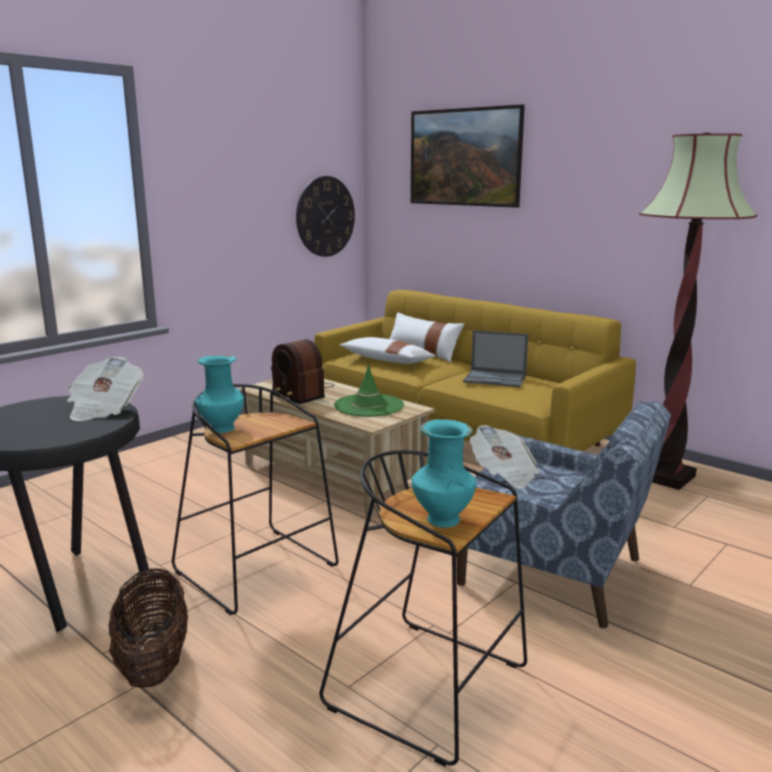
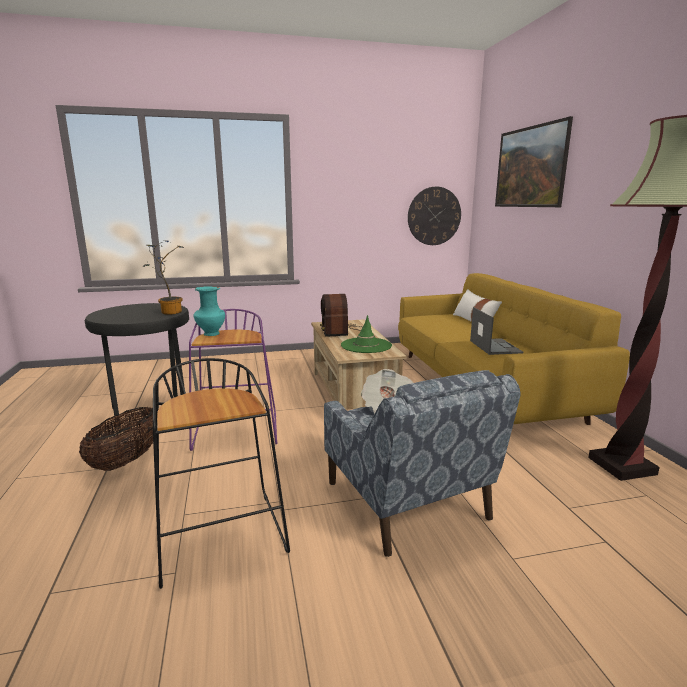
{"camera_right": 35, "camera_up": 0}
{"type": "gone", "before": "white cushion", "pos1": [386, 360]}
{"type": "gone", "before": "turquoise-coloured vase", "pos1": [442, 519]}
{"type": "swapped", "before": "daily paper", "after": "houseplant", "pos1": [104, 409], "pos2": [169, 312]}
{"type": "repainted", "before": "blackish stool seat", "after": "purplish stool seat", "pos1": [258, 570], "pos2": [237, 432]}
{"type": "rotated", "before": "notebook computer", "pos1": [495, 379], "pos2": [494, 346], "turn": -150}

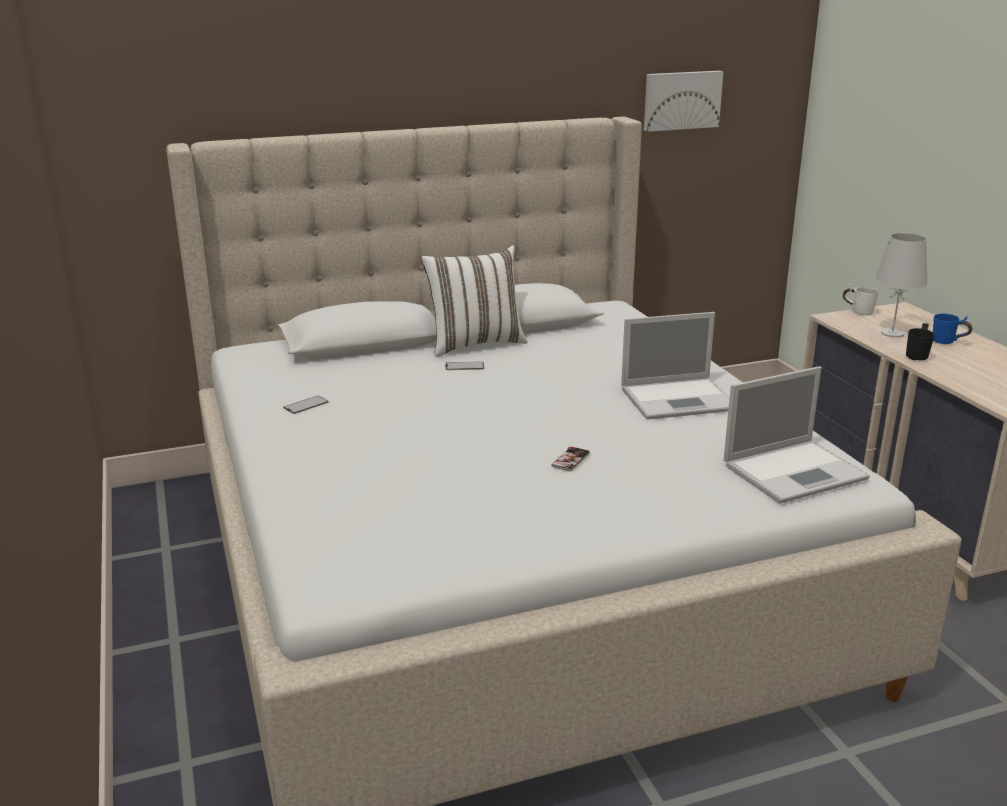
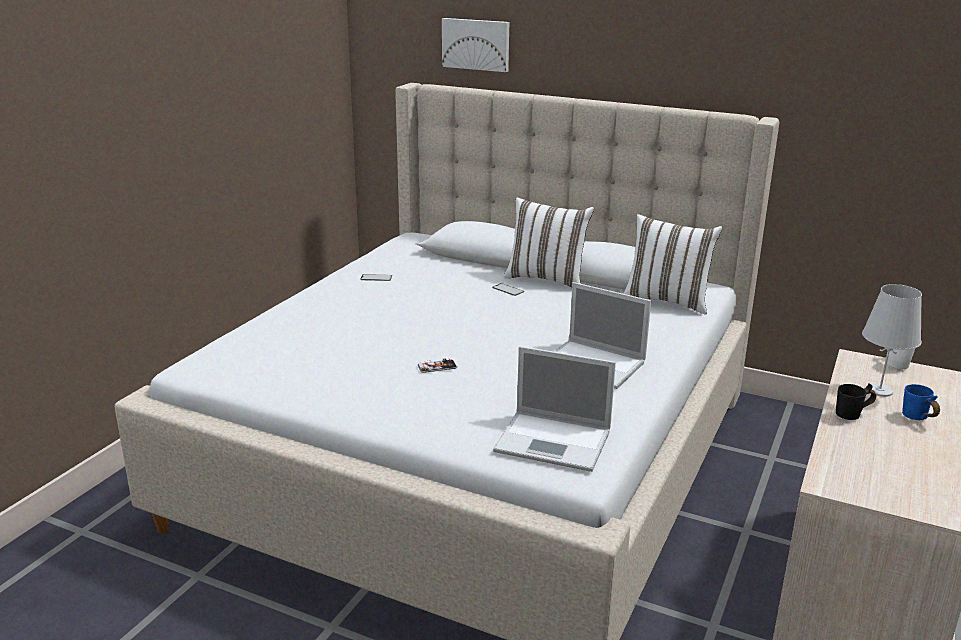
{"camera_right": 45, "camera_up": 0}
{"type": "new", "after": "white cushion", "pos2": [667, 301]}
{"type": "shifted", "before": "wall art", "pos1": [681, 100], "pos2": [476, 44]}

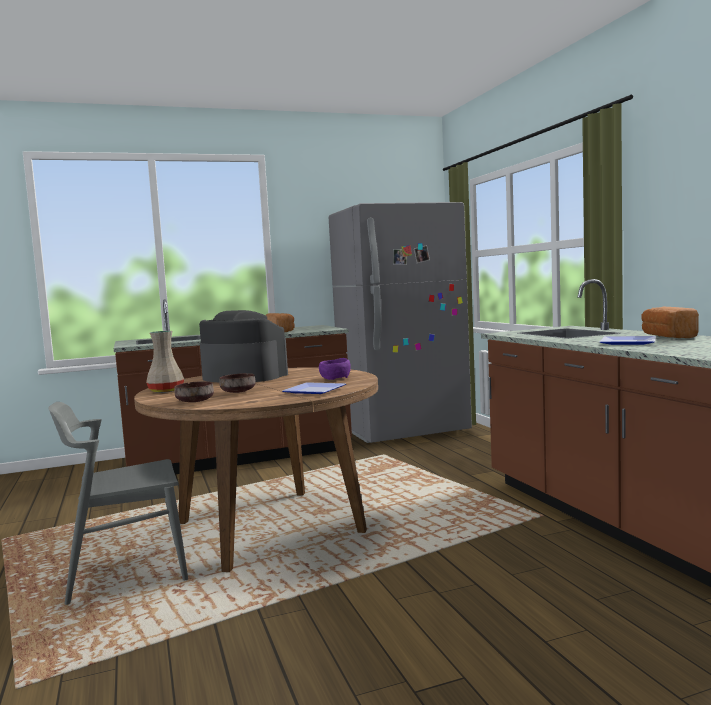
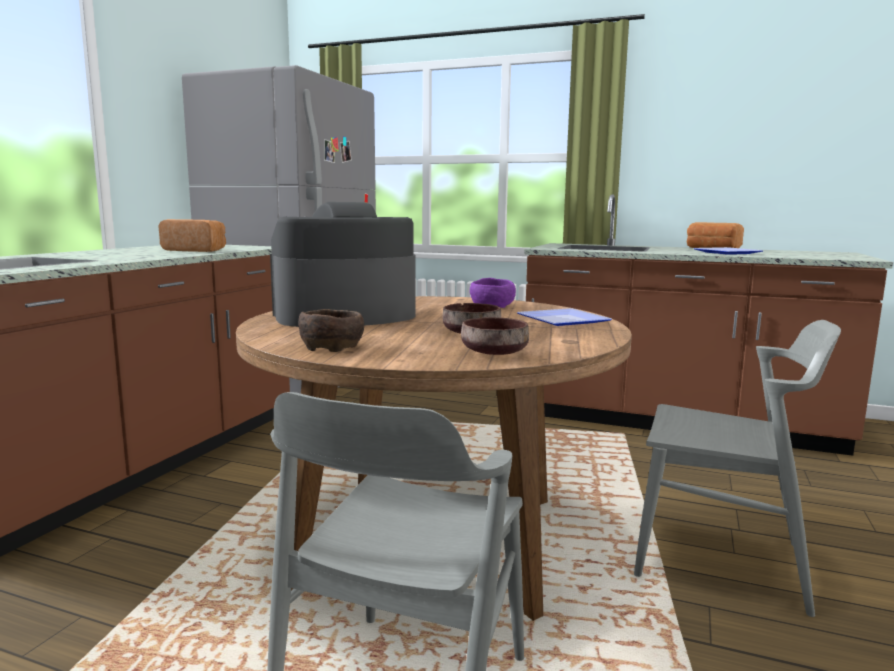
{"camera_right": -50, "camera_up": 5}
{"type": "new", "after": "greyish plain chair", "pos2": [720, 560]}
{"type": "swapped", "before": "beige vase", "after": "brownish deep dish", "pos1": [166, 390], "pos2": [331, 347]}

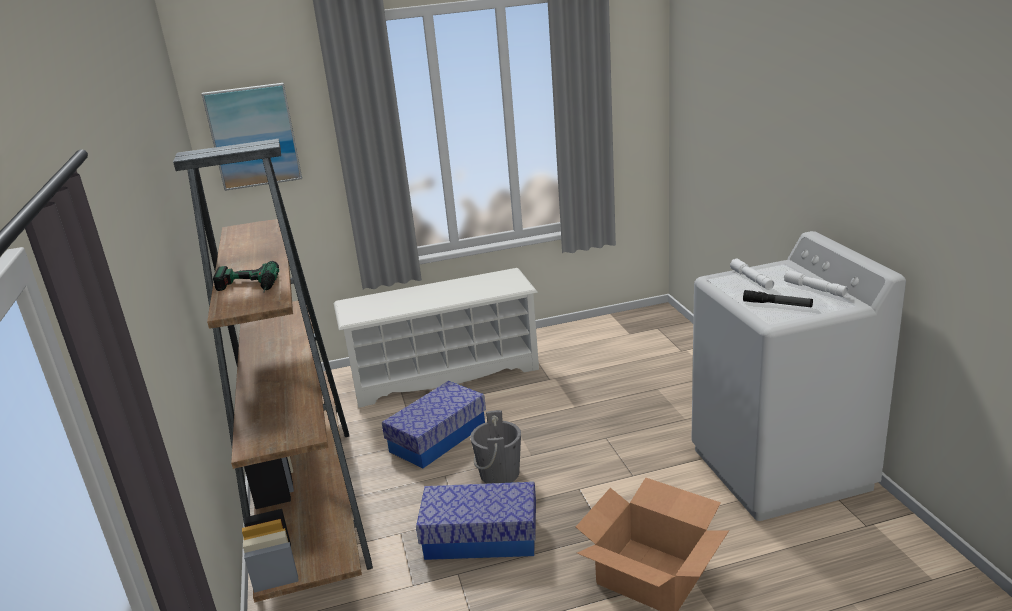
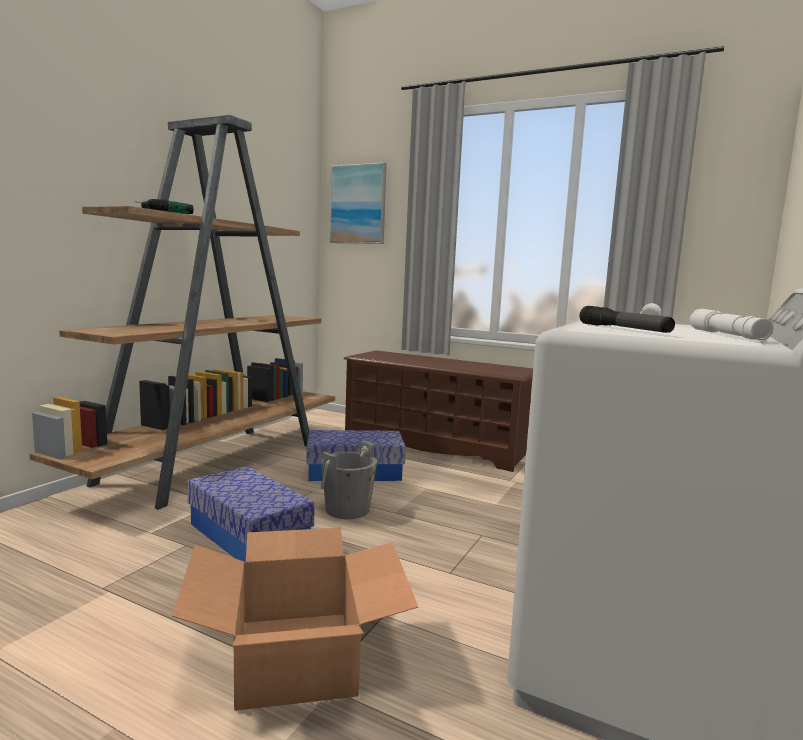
{"camera_right": 40, "camera_up": -15}
{"type": "repainted", "before": "white shoe rack", "after": "brownish shoe rack", "pos1": [445, 373], "pos2": [435, 446]}

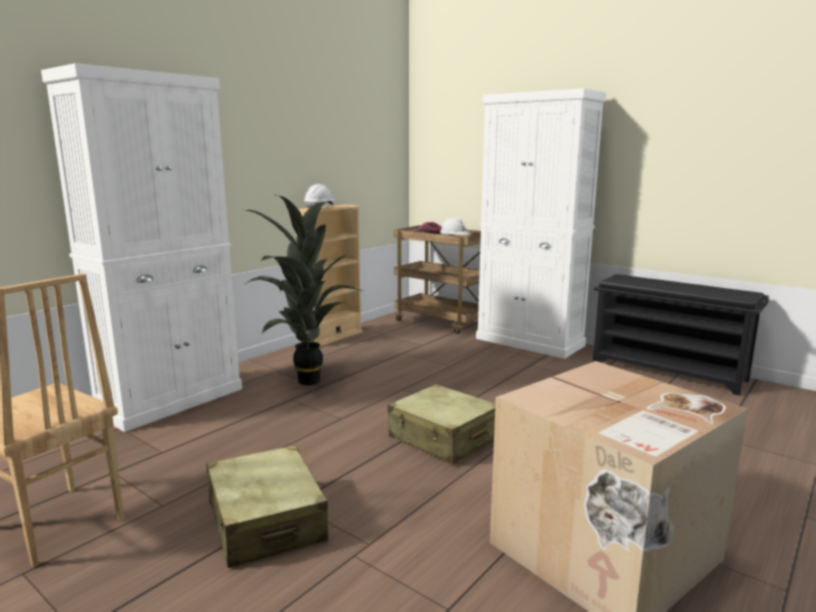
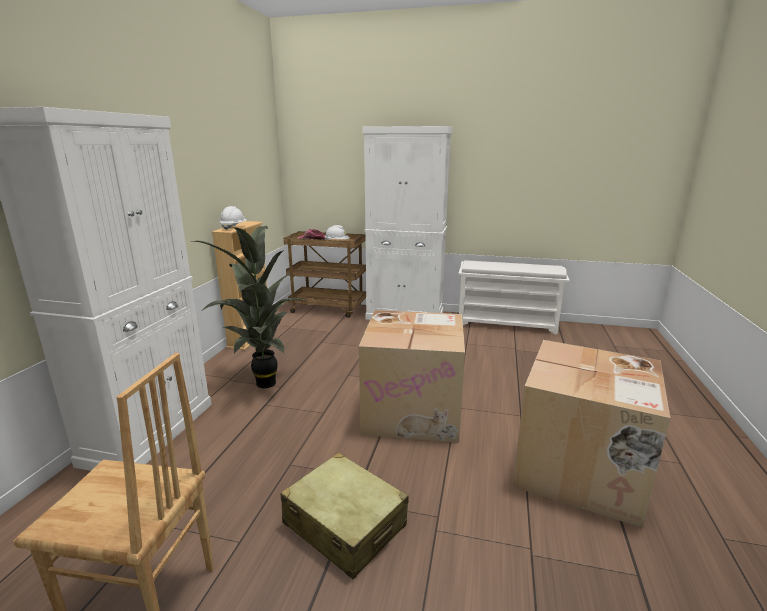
{"camera_right": -25, "camera_up": 5}
{"type": "swapped", "before": "beige suitcase", "after": "packing box", "pos1": [444, 438], "pos2": [414, 410]}
{"type": "repainted", "before": "blackish shoe rack", "after": "white shoe rack", "pos1": [669, 371], "pos2": [507, 323]}

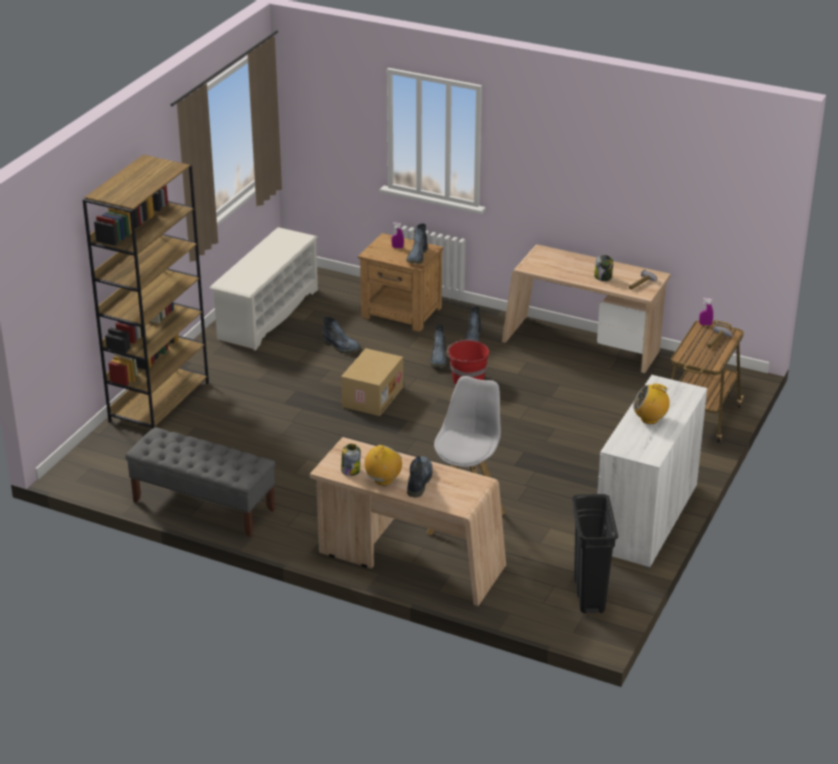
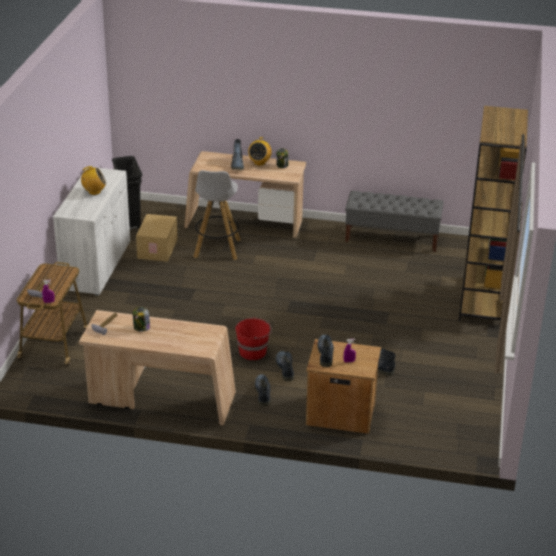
{"camera_right": 165, "camera_up": 0}
{"type": "gone", "before": "white shoe rack", "pos1": [268, 314]}
{"type": "shifted", "before": "packing box", "pos1": [372, 396], "pos2": [158, 249]}

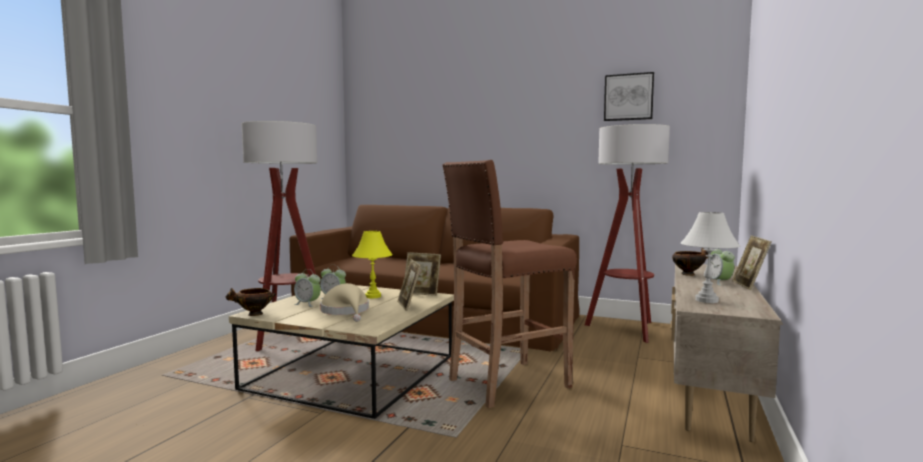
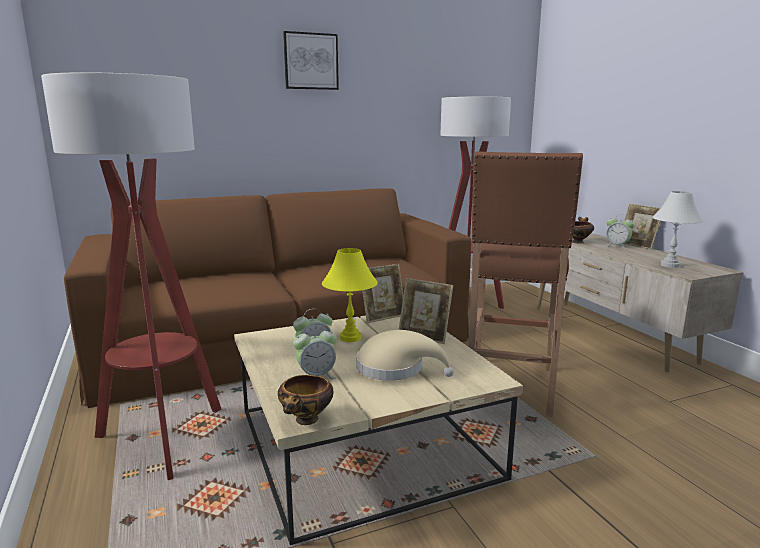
{"camera_right": -45, "camera_up": 10}
{"type": "shifted", "before": "wall art", "pos1": [628, 97], "pos2": [311, 61]}

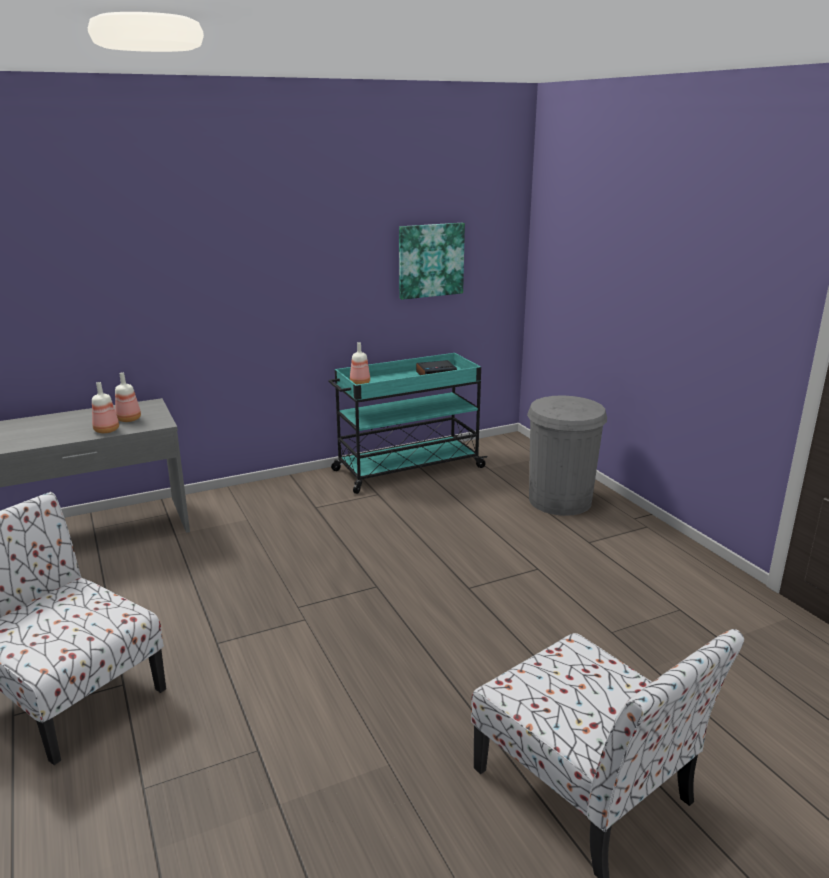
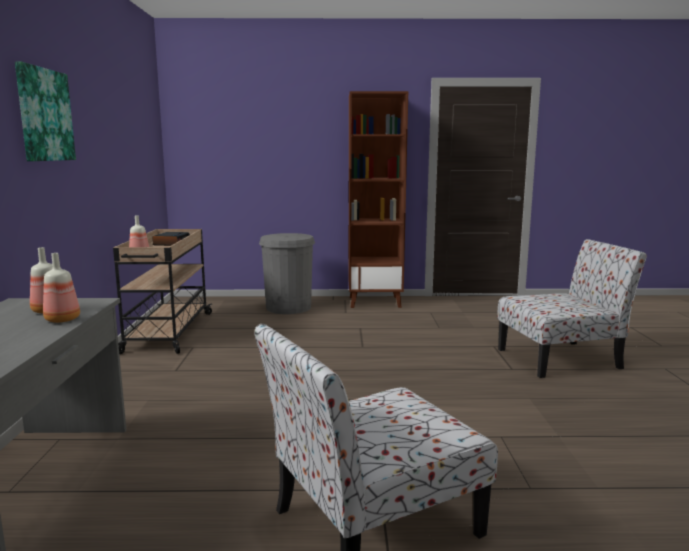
{"camera_right": -65, "camera_up": -10}
{"type": "new", "after": "brownish bookcase", "pos2": [375, 302]}
{"type": "shifted", "before": "wall art", "pos1": [430, 260], "pos2": [44, 115]}
{"type": "repainted", "before": "turquoise-coloured cart", "after": "beige cart", "pos1": [406, 469], "pos2": [168, 332]}

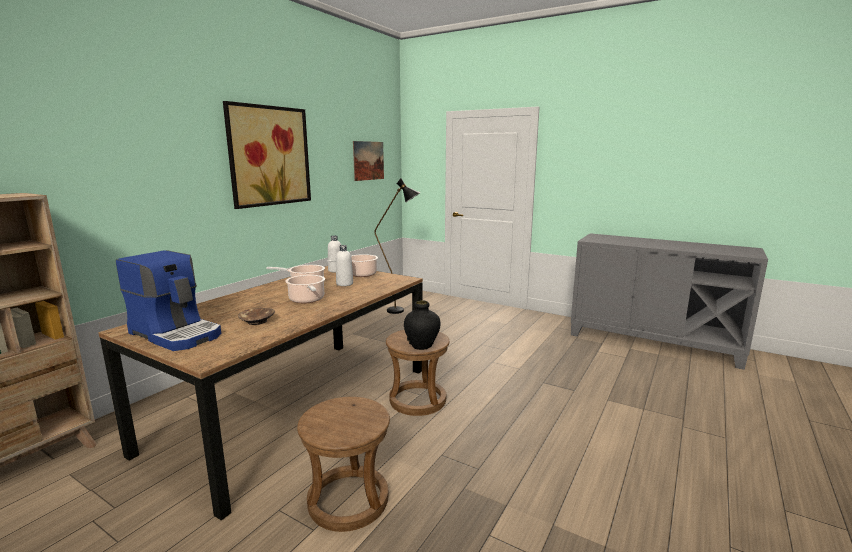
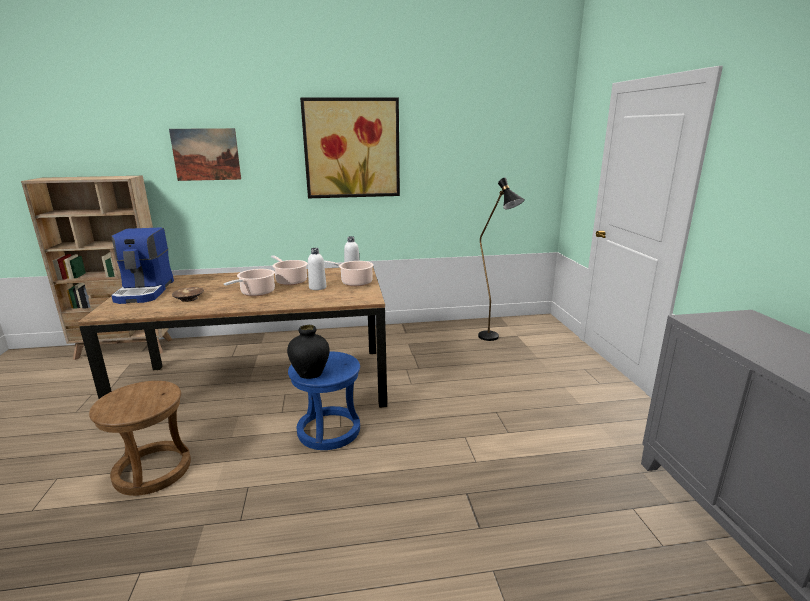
{"camera_right": 50, "camera_up": 5}
{"type": "shifted", "before": "wall art", "pos1": [368, 160], "pos2": [206, 154]}
{"type": "repainted", "before": "brownish stool seat", "after": "blue-coloured stool seat", "pos1": [418, 400], "pos2": [328, 431]}

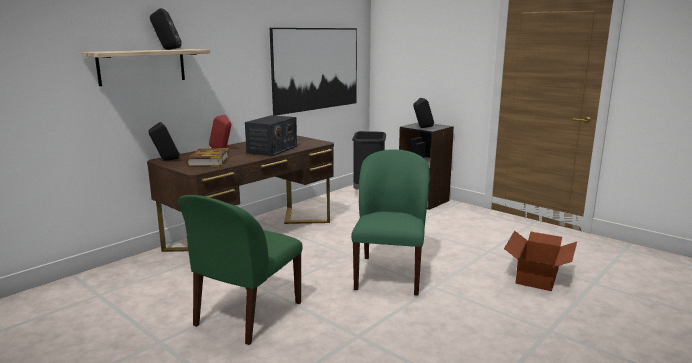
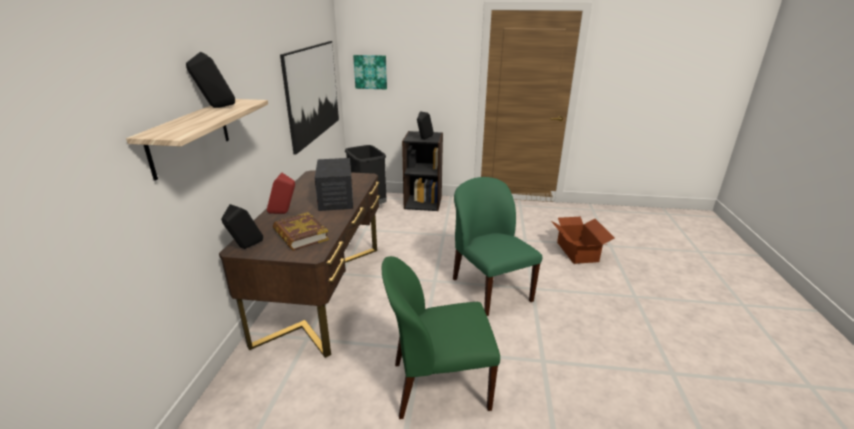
{"camera_right": -35, "camera_up": 10}
{"type": "new", "after": "wall art", "pos2": [370, 72]}
{"type": "rotated", "before": "greenish plain chair", "pos1": [247, 315], "pos2": [437, 385], "turn": 90}

